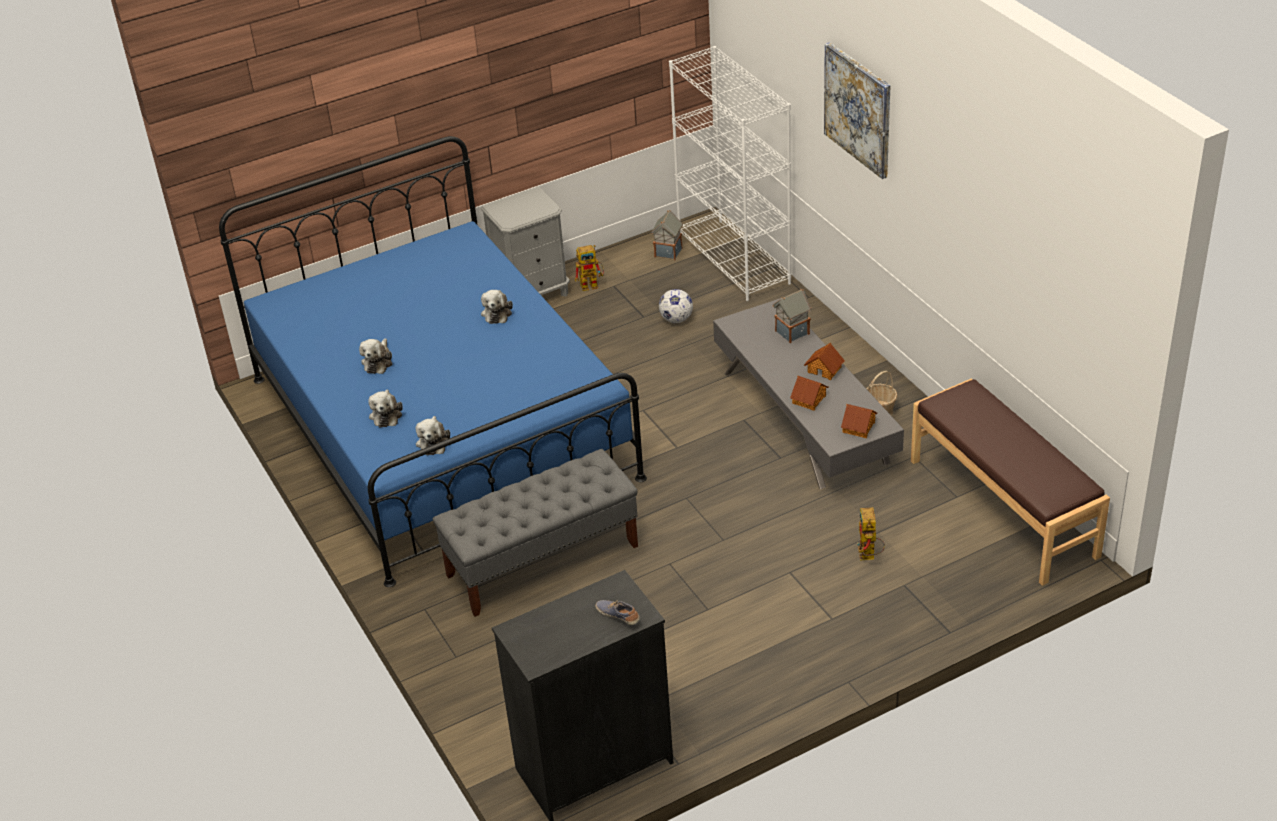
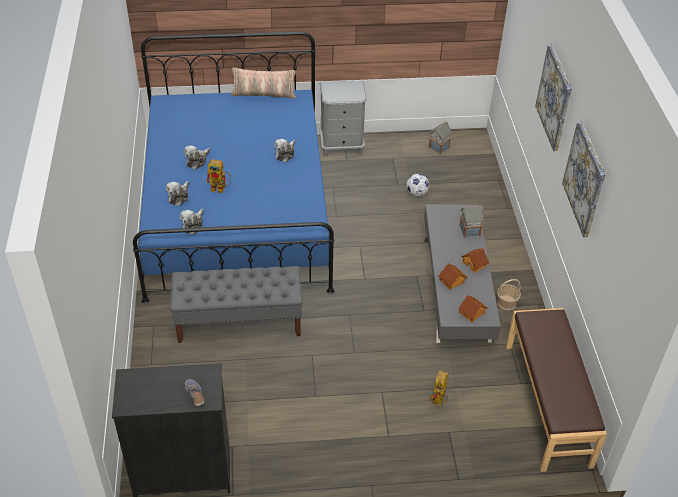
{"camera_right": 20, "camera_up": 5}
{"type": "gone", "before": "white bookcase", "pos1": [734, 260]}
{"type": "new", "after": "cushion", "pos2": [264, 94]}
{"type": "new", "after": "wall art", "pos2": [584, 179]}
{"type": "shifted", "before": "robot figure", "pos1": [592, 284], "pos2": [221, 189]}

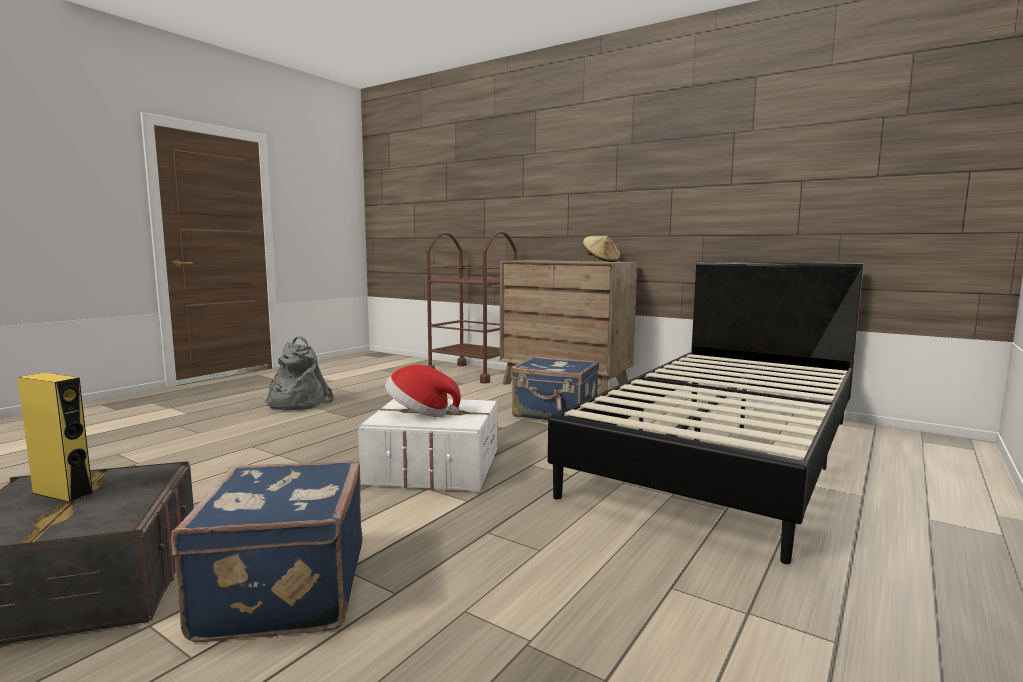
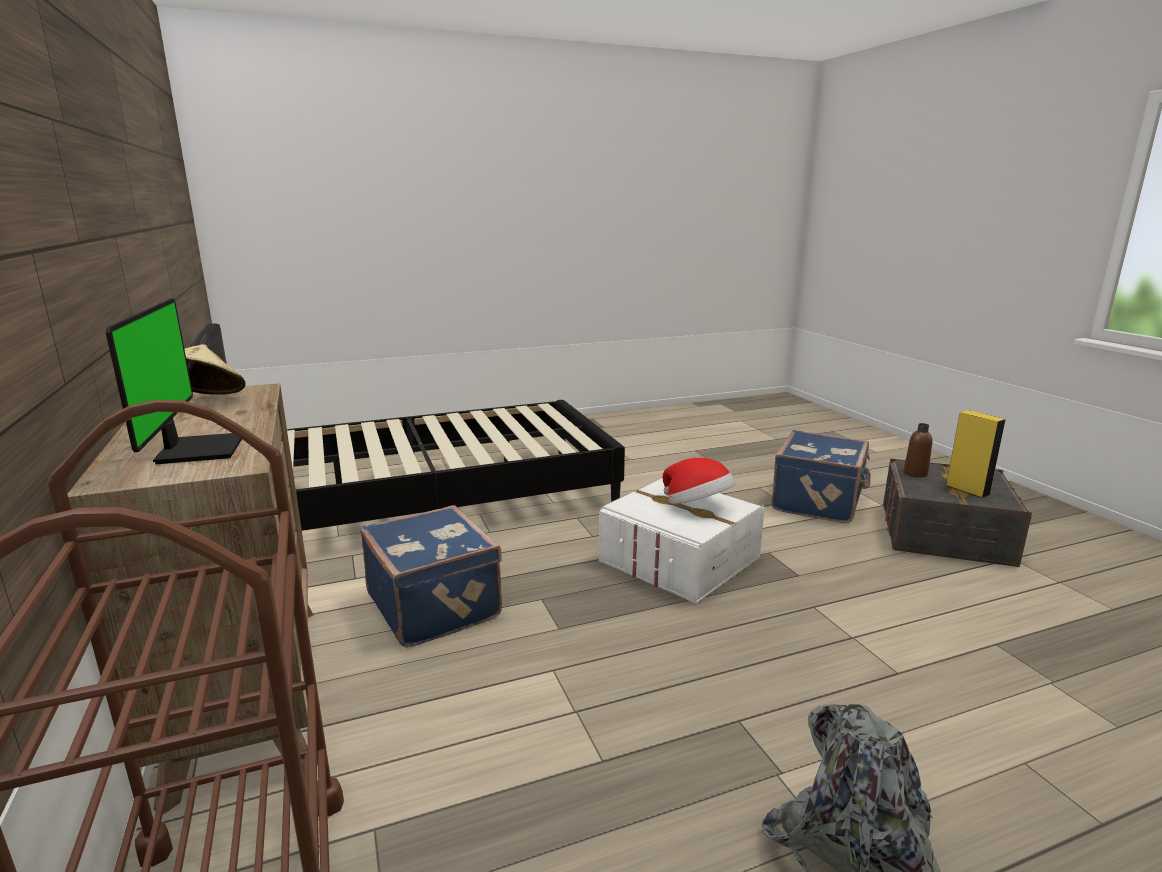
{"camera_right": -145, "camera_up": 10}
{"type": "new", "after": "computer display", "pos2": [196, 449]}
{"type": "new", "after": "brownish bottle", "pos2": [915, 473]}

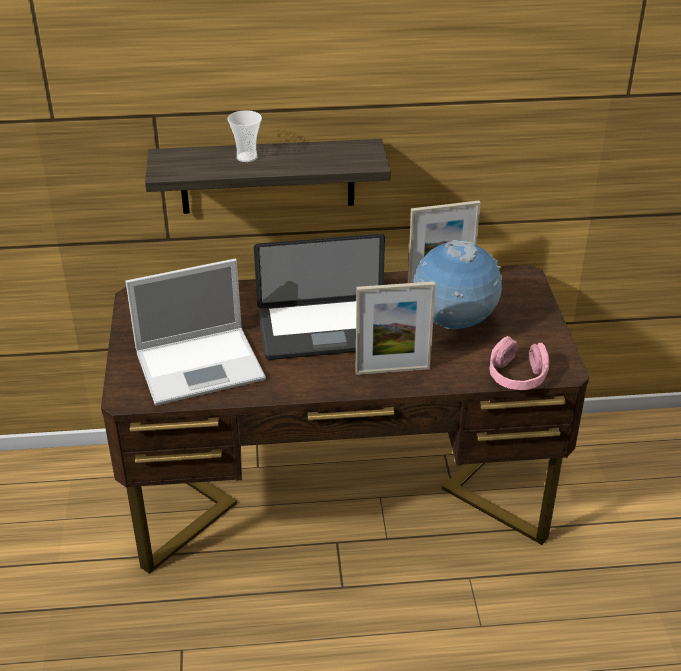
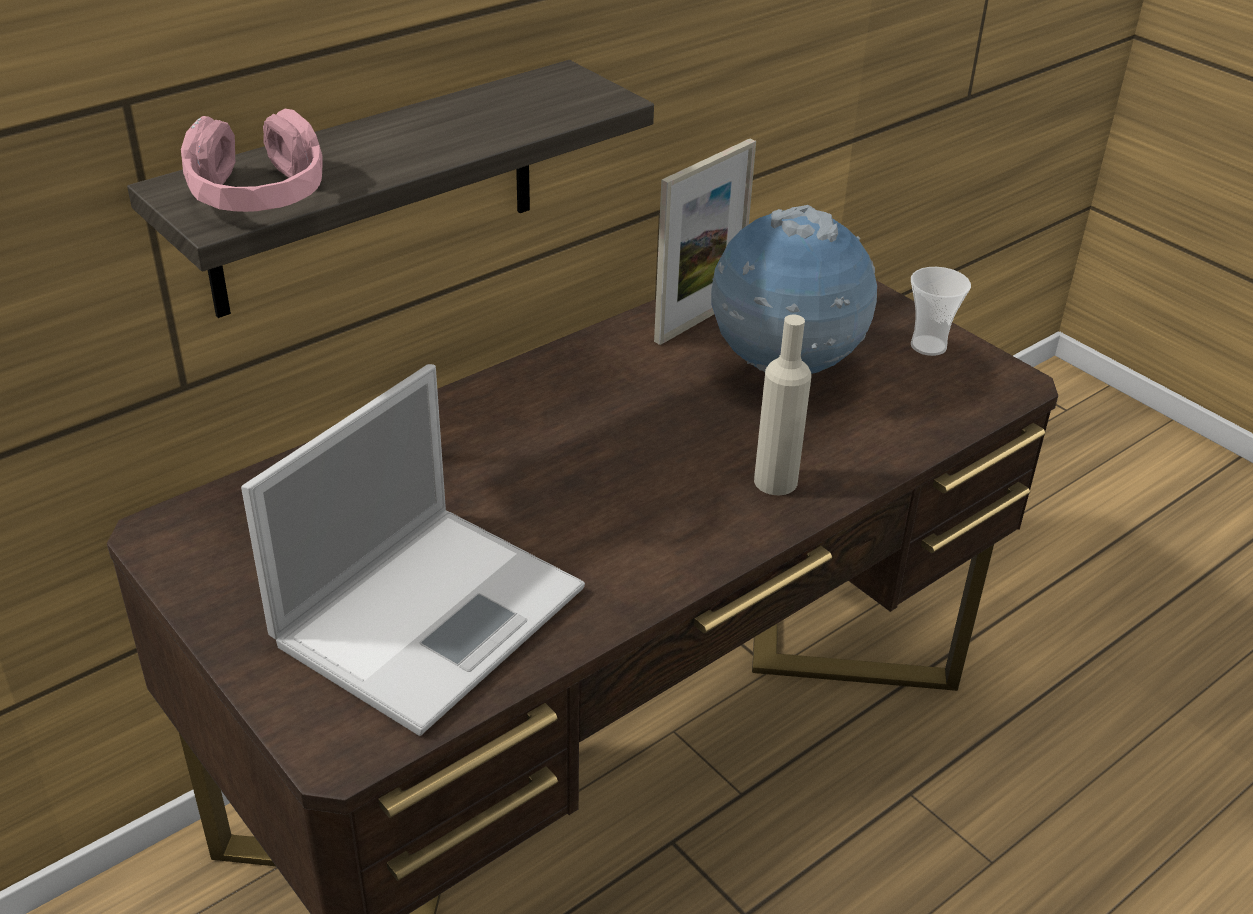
{"camera_right": -35, "camera_up": 0}
{"type": "gone", "before": "notebook computer", "pos1": [325, 331]}
{"type": "shifted", "before": "drinking cup", "pos1": [247, 157], "pos2": [928, 346]}
{"type": "shifted", "before": "pink-coloured headset", "pos1": [517, 375], "pos2": [258, 194]}
{"type": "swapped", "before": "standing frame", "after": "beige bottle", "pos1": [392, 370], "pos2": [775, 481]}

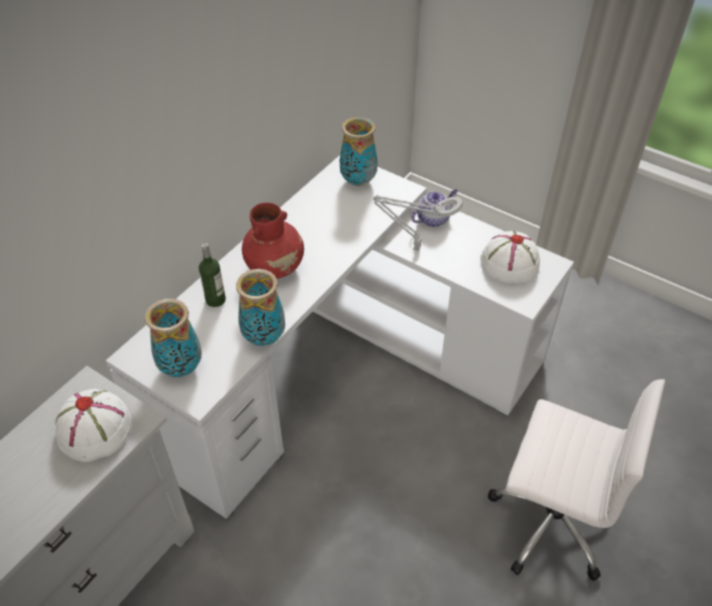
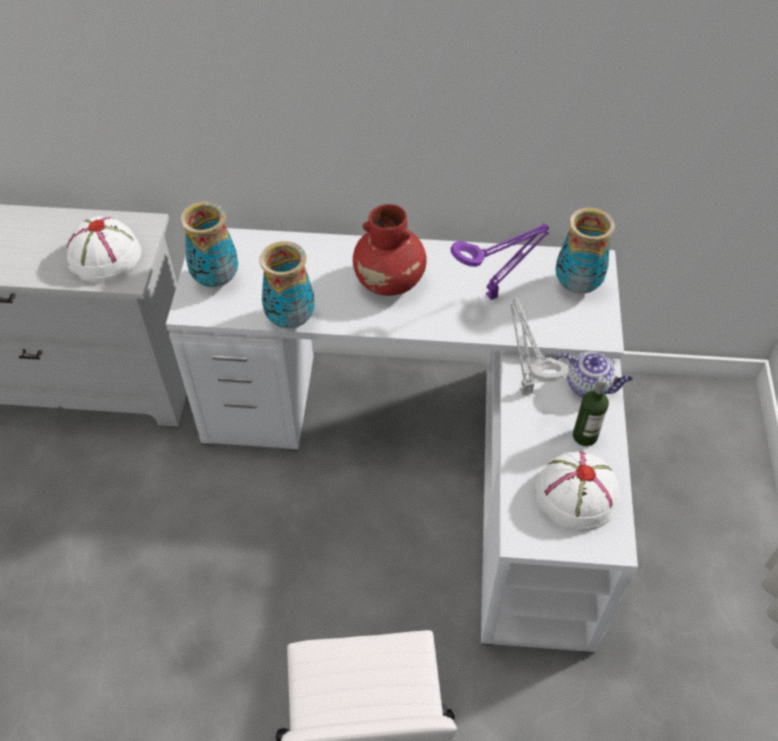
{"camera_right": 60, "camera_up": 5}
{"type": "new", "after": "purplish table lamp", "pos2": [494, 295]}
{"type": "shifted", "before": "bottle", "pos1": [215, 300], "pos2": [585, 436]}

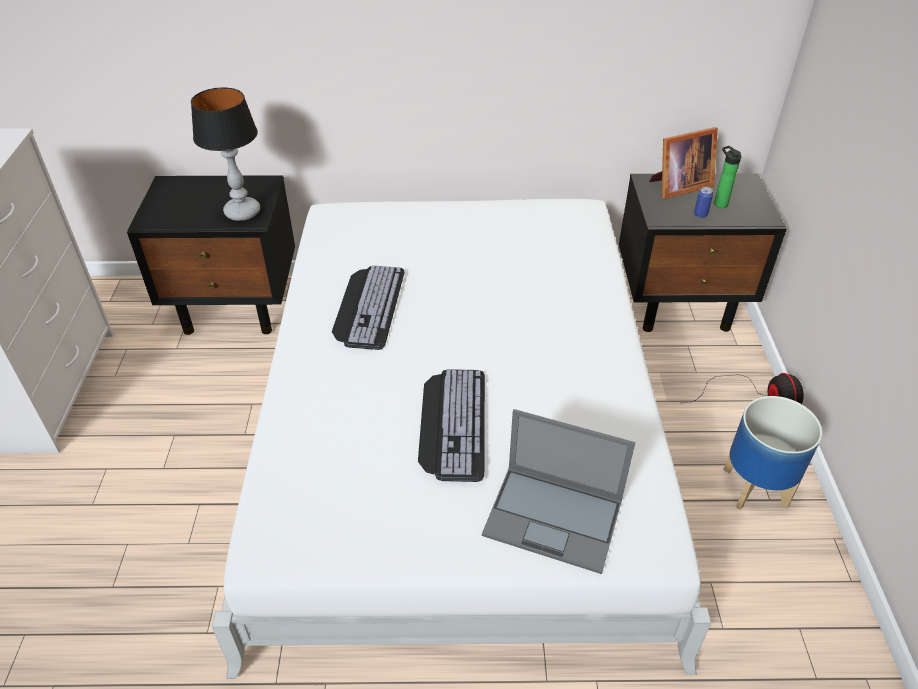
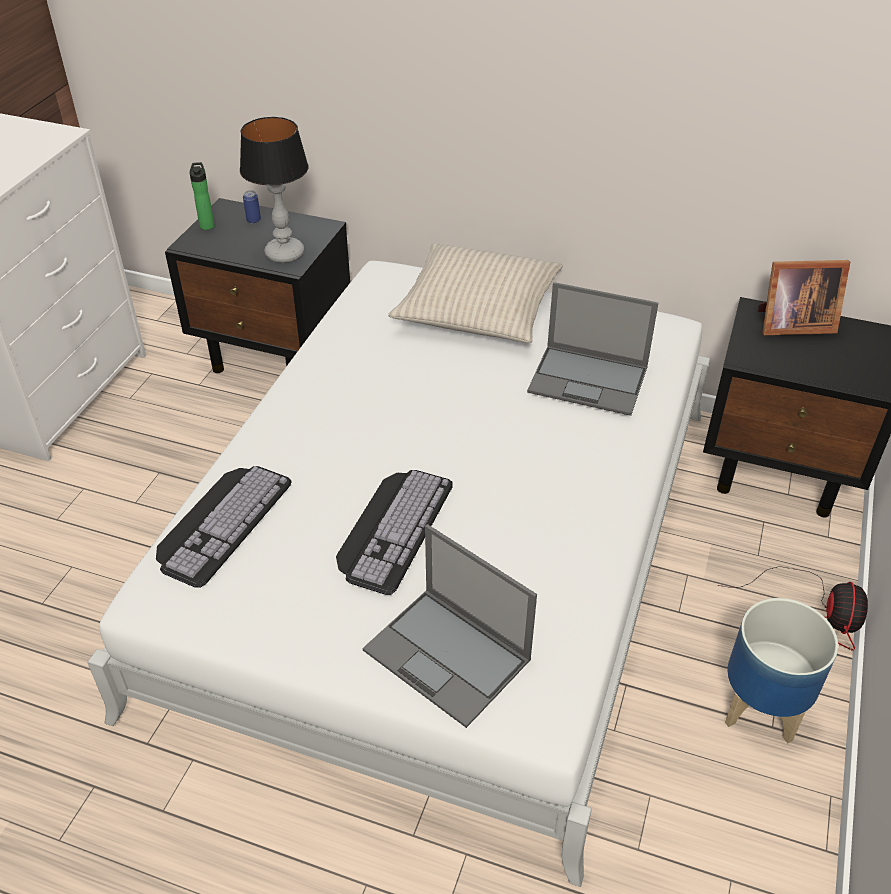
{"camera_right": 20, "camera_up": 0}
{"type": "new", "after": "beige cushion", "pos2": [477, 308]}
{"type": "new", "after": "notebook computer", "pos2": [589, 380]}
{"type": "shifted", "before": "keyboard", "pos1": [367, 305], "pos2": [220, 520]}
{"type": "shifted", "before": "sealed can", "pos1": [700, 214], "pos2": [253, 220]}
{"type": "shifted", "before": "bottle", "pos1": [719, 203], "pos2": [207, 225]}

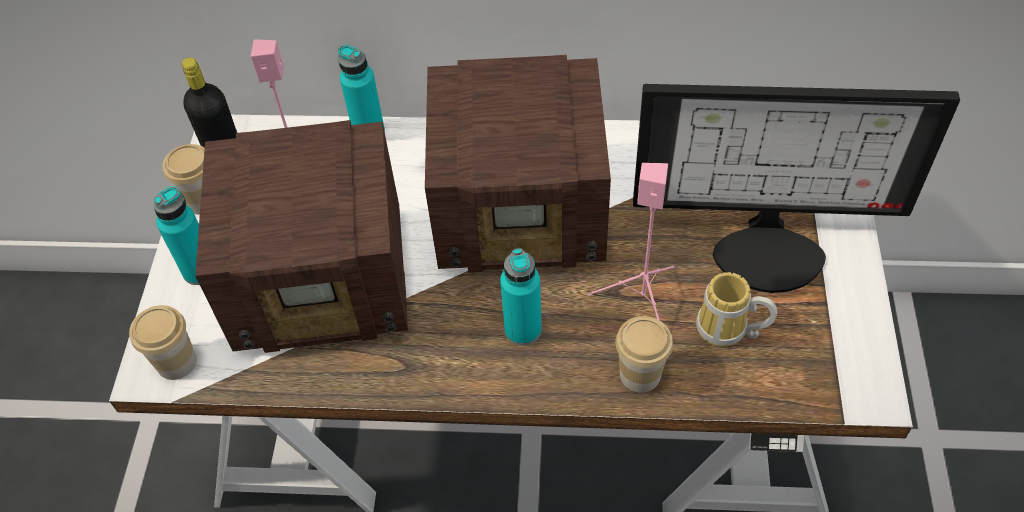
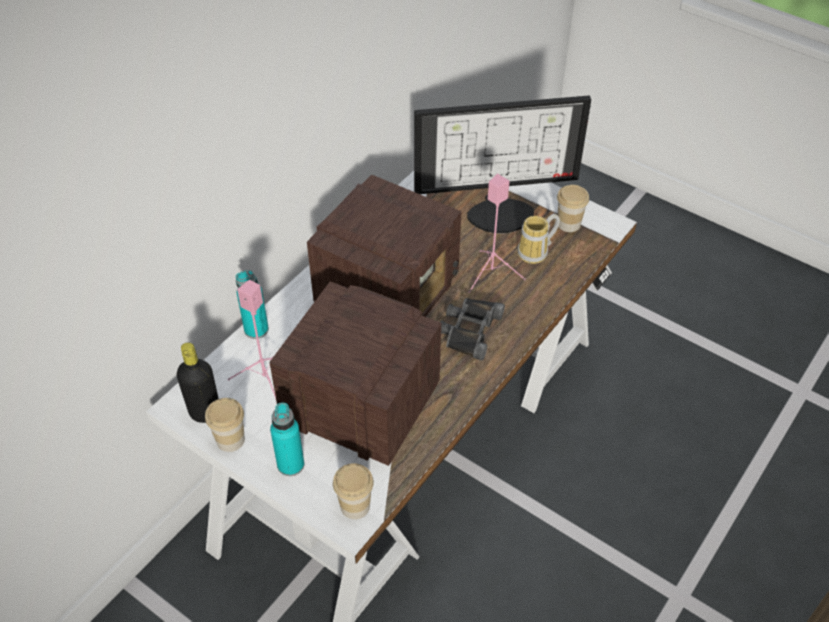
{"camera_right": -60, "camera_up": -5}
{"type": "shifted", "before": "drinking cup", "pos1": [640, 374], "pos2": [568, 224]}
{"type": "swapped", "before": "turquoise-coloured bottle", "after": "blackish binoculars", "pos1": [523, 330], "pos2": [469, 330]}
{"type": "rotated", "before": "radio set", "pos1": [326, 283], "pos2": [359, 403], "turn": -90}
{"type": "rotated", "before": "computer display", "pos1": [769, 248], "pos2": [500, 210], "turn": 45}

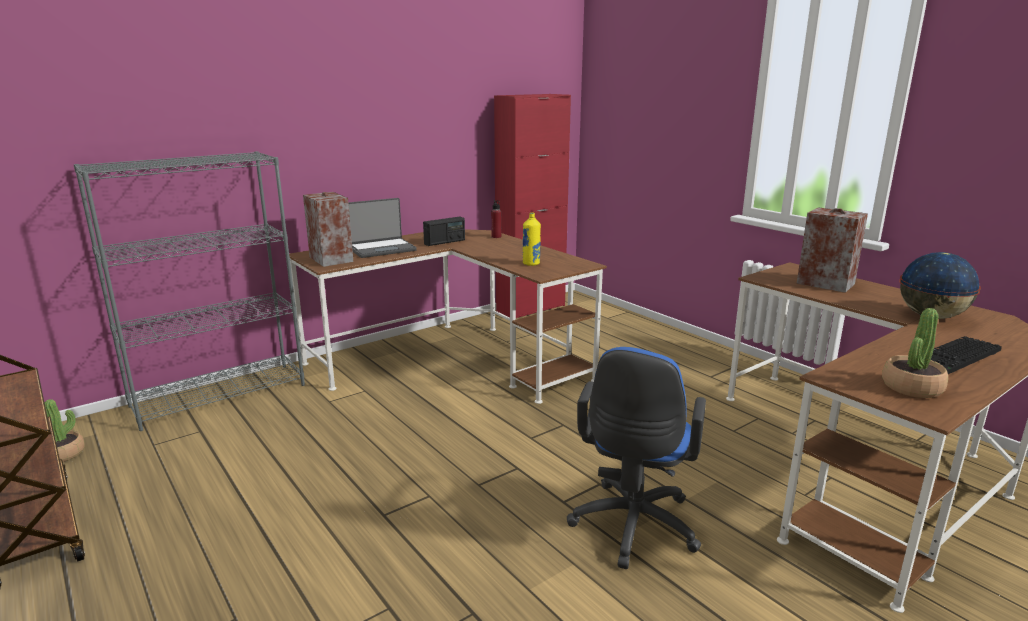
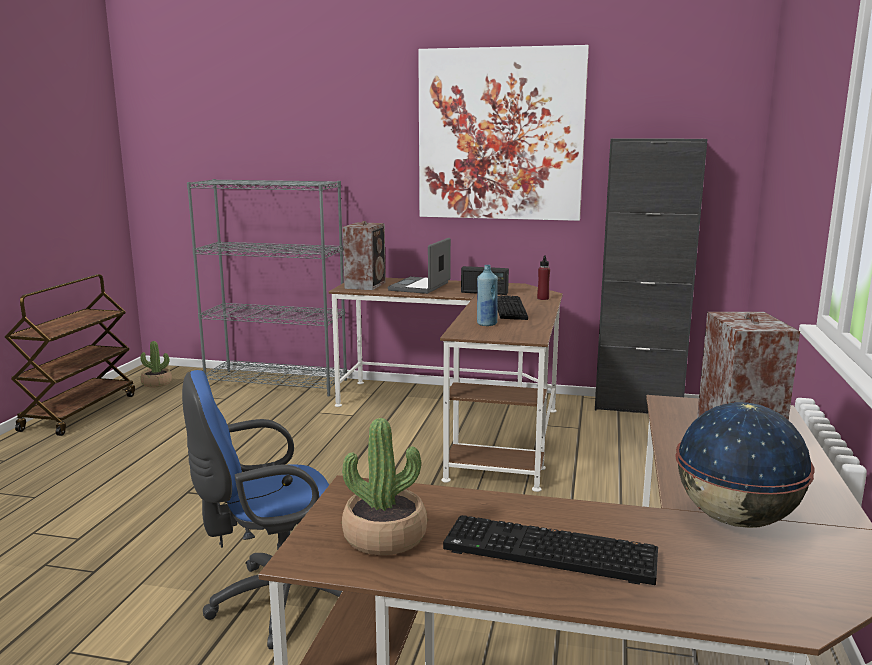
{"camera_right": 50, "camera_up": -5}
{"type": "new", "after": "wall art", "pos2": [500, 135]}
{"type": "new", "after": "keyboard", "pos2": [508, 309]}
{"type": "repainted", "before": "red storage cabinet", "after": "blackish storage cabinet", "pos1": [531, 308], "pos2": [637, 407]}
{"type": "repainted", "before": "yellow bottle", "after": "blue-coloured bottle", "pos1": [531, 263], "pos2": [486, 324]}
{"type": "rotated", "before": "notebook computer", "pos1": [381, 249], "pos2": [421, 287], "turn": 90}

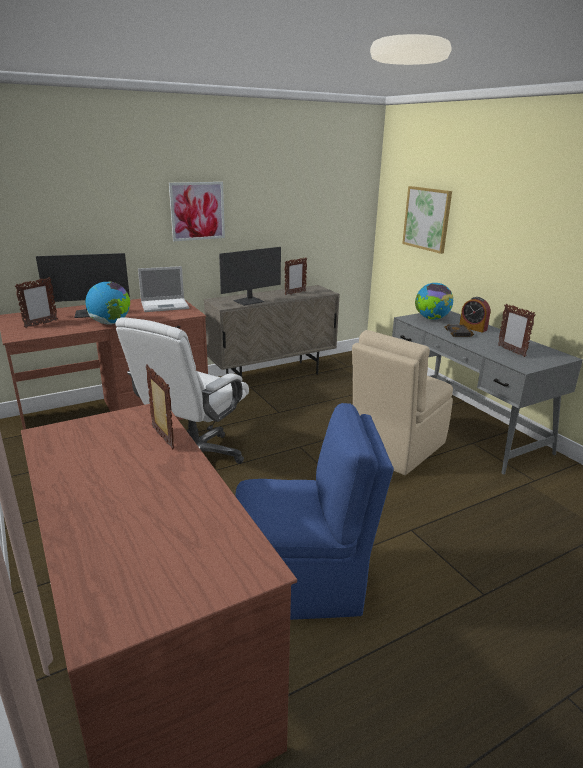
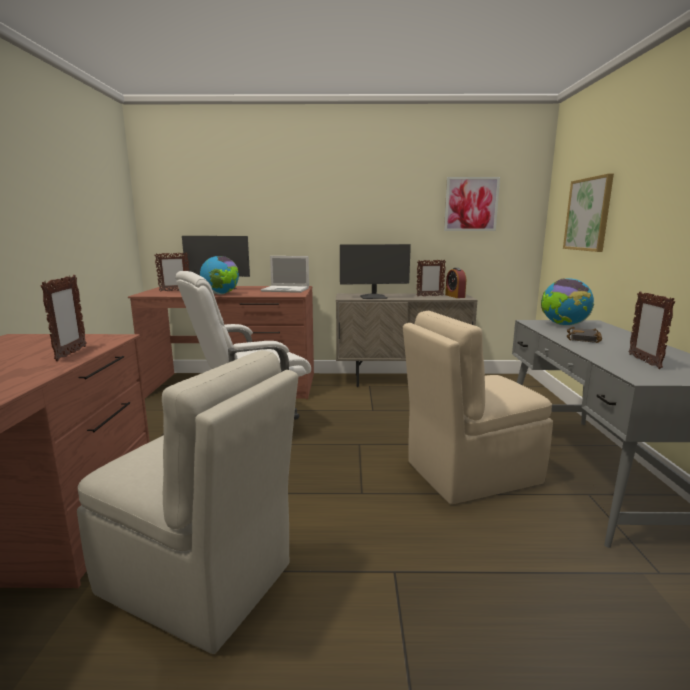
{"camera_right": 30, "camera_up": -10}
{"type": "shifted", "before": "wall art", "pos1": [197, 211], "pos2": [471, 204]}
{"type": "shifted", "before": "table clock", "pos1": [473, 328], "pos2": [455, 296]}
{"type": "repainted", "before": "blue-coloured plain chair", "after": "beige plain chair", "pos1": [300, 583], "pos2": [199, 581]}

